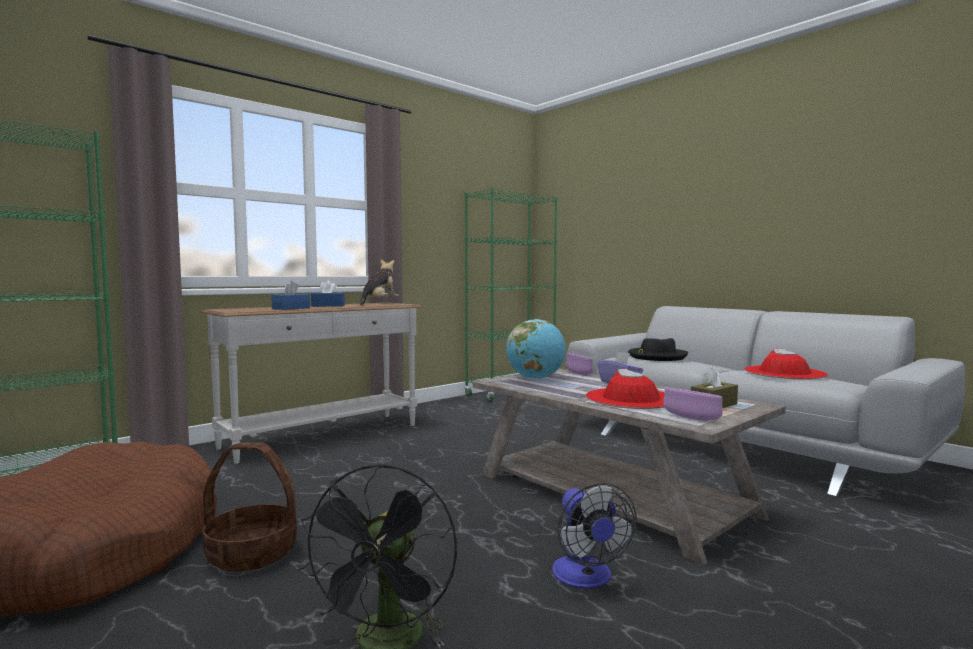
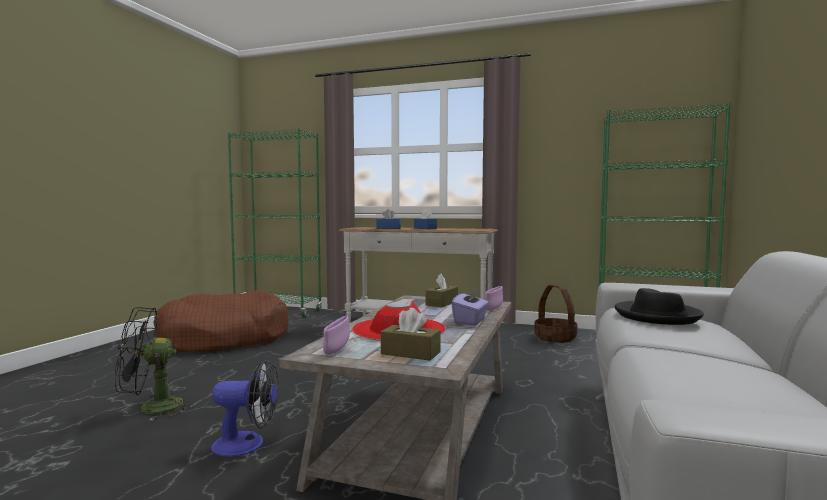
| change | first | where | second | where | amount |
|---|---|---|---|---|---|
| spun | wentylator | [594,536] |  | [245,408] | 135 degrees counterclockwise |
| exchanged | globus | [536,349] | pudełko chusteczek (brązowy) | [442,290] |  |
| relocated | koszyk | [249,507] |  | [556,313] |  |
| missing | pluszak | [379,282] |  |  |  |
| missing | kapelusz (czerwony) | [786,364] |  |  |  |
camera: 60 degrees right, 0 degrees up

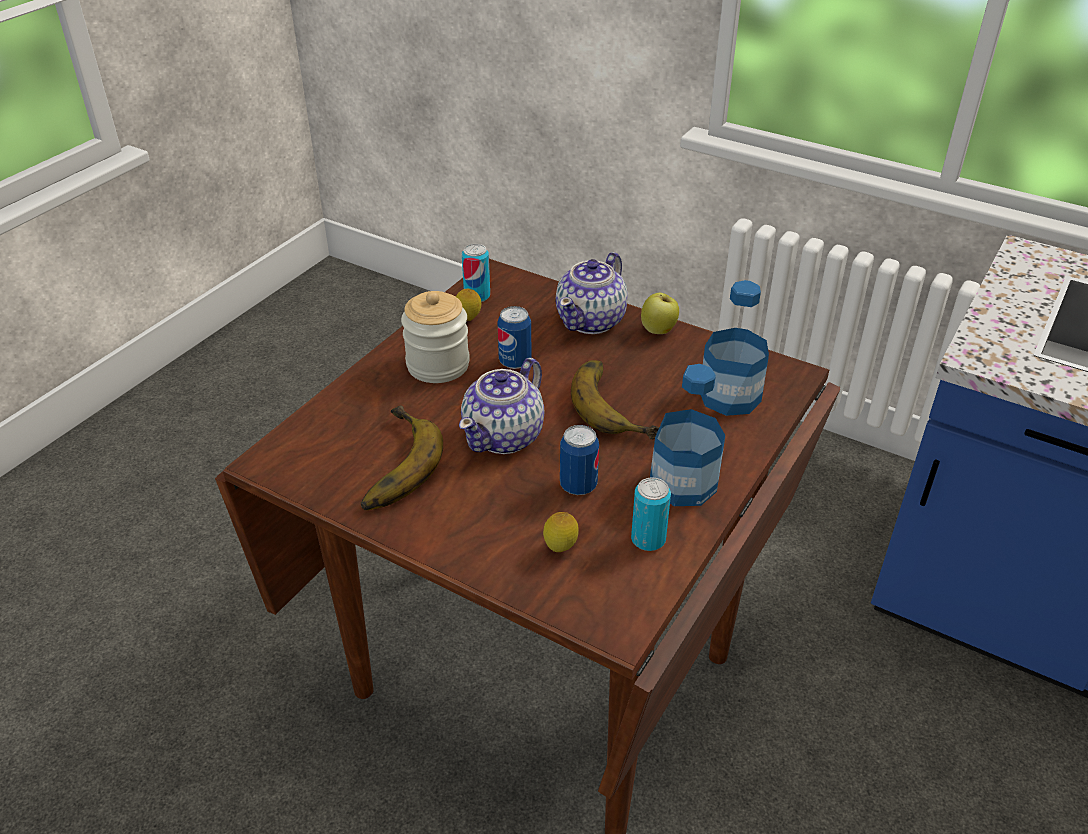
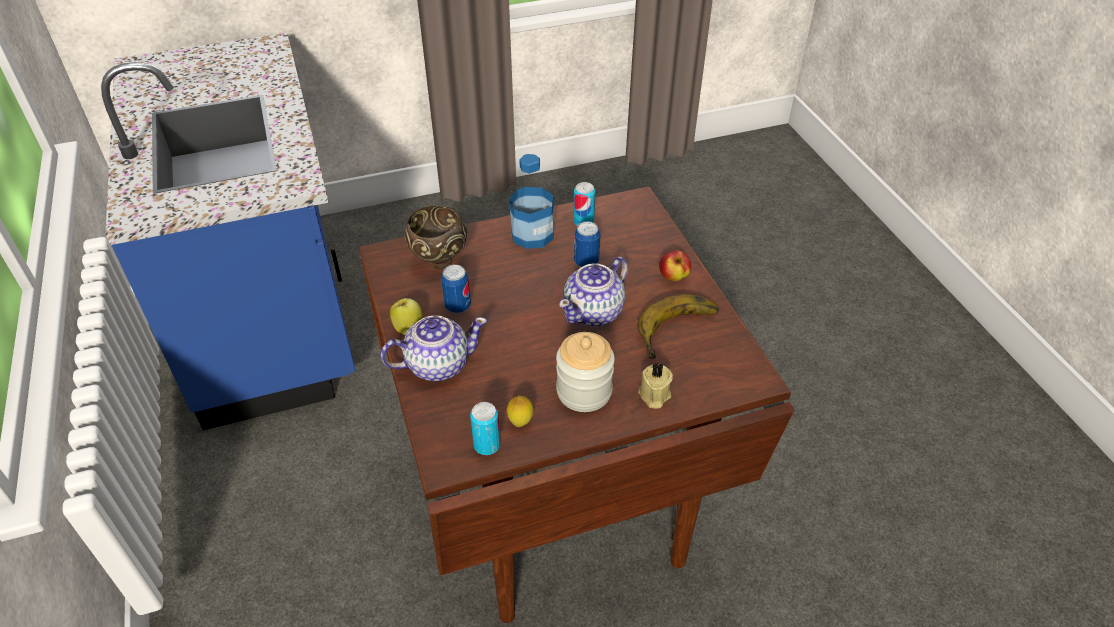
| change | first | where | second | where | amount |
|---|---|---|---|---|---|
| exchanged | butelka | [735,348] | miska (brązowy) | [436,237] |  |
| relocated | puszka | [515,337] |  | [456,289] |  |
| spun | imbryk | [501,406] |  | [593,291] | 150 degrees clockwise |
| appeared |  |  | świeca (beżowy) | [655,385] |  |
| appeared |  |  | jabłko | [675,265] |  |
| missing | cytryna | [561,532] |  |  |  |
| missing | banan | [615,399] |  |  |  |
camera: 140 degrees left, 5 degrees up

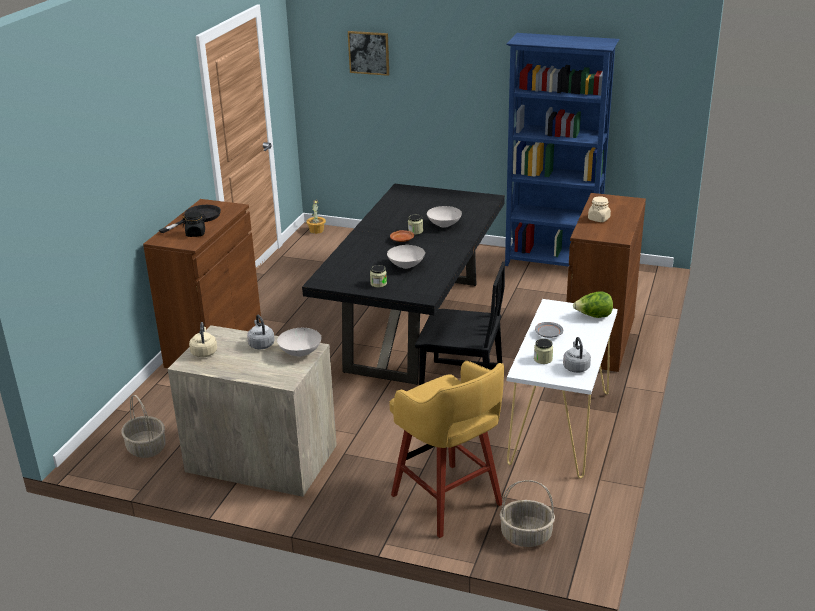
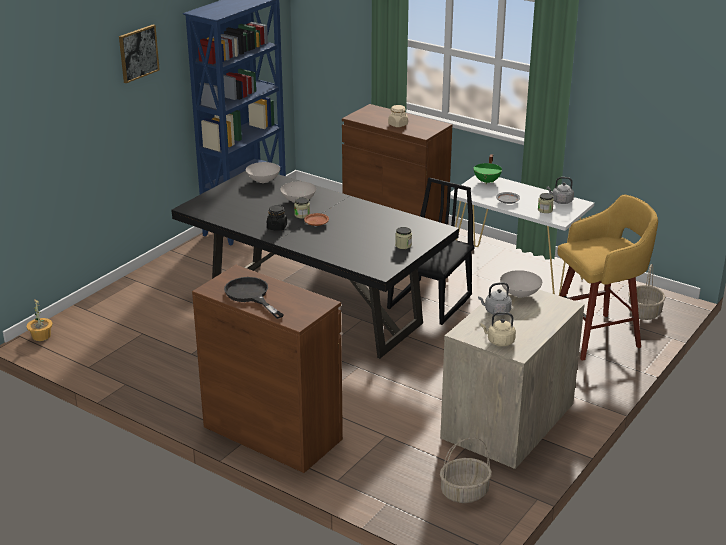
| change | first | where | second | where | amount |
|---|---|---|---|---|---|
| relocated | obraz | [368,53] |  | [139,54] |  |
| relocated | miska (biały) | [406,257] |  | [263,172] |  |
| relocated | słoik (czarny) | [194,224] |  | [277,218] |  |
| exchanged | sałata | [593,304] | garnek (zielony) | [487,169] |  |
camera: 75 degrees left, 0 degrees up

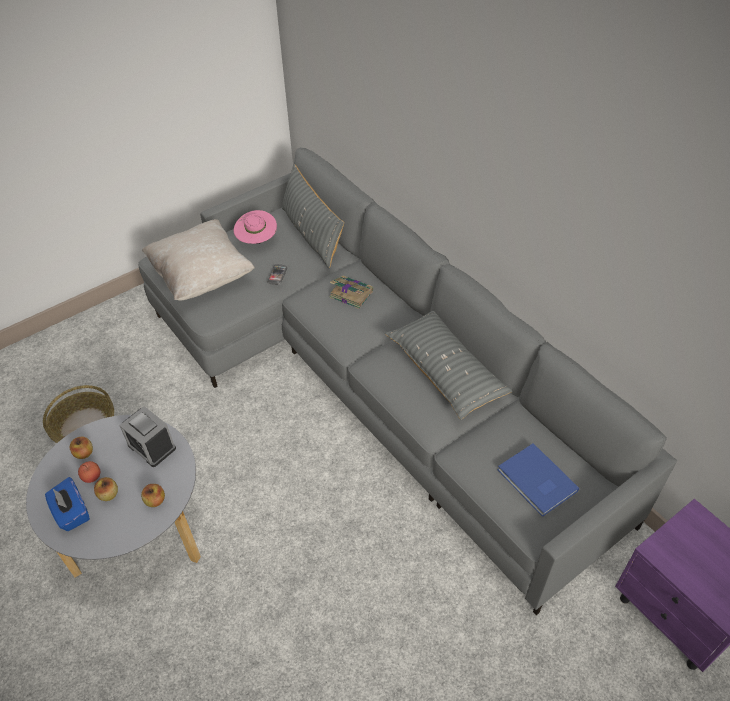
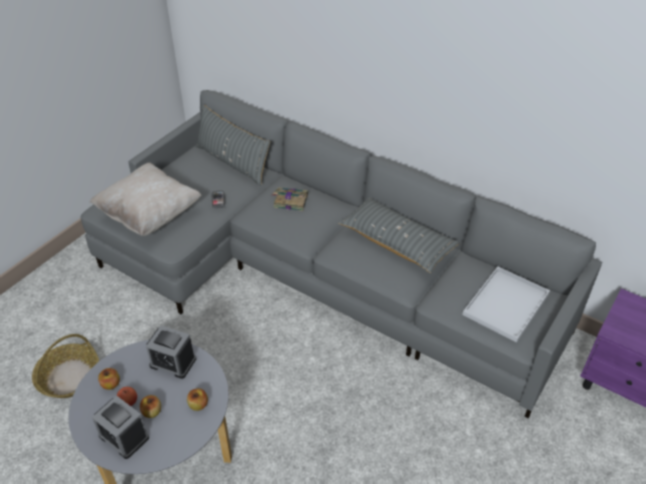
| change | first | where | second | where | amount |
|---|---|---|---|---|---|
| exchanged | pudełko chusteczek (niebieski) | [67,504] | budzik | [120,427] |  |
| exchanged | książka (niebieski) | [538,480] | taca (biały) | [506,304] |  |
| missing | kapelusz (różowy) | [255,227] |  |  |  |
camera: 20 degrees left, 5 degrees down

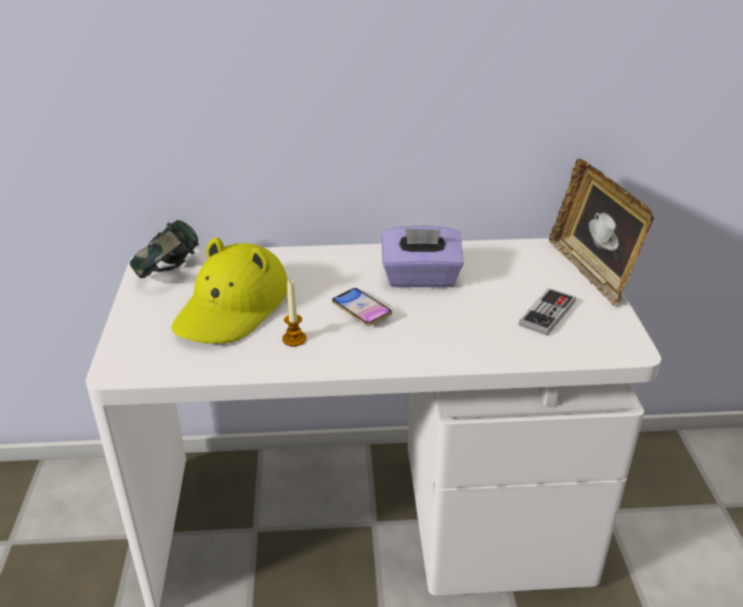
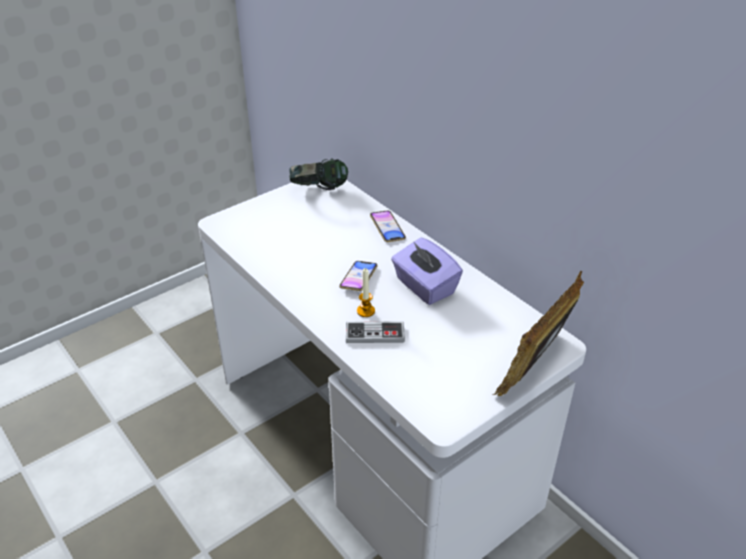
| change | first | where | second | where | amount |
|---|---|---|---|---|---|
| relocated | pad do gier | [547,311] |  | [375,332] |  |
| relocated | świeca | [294,312] |  | [366,292] |  |
| appeared |  |  | telefon | [388,226] |  |
| missing | kapelusz (żółty) | [229,290] |  |  |  |
camera: 55 degrees right, 5 degrees up

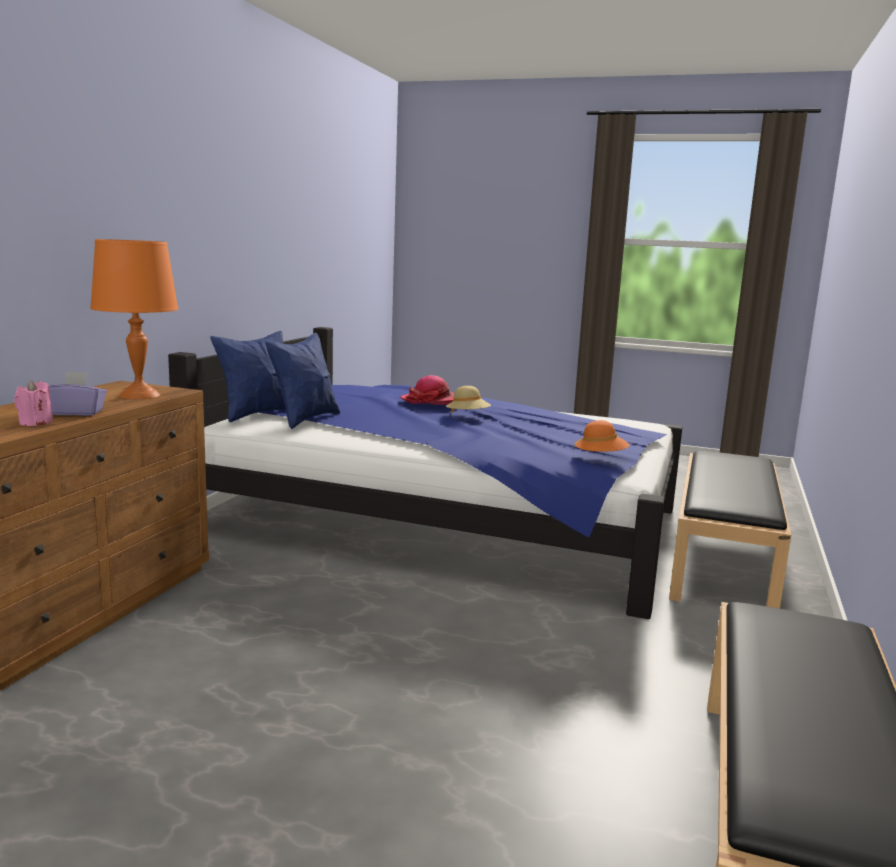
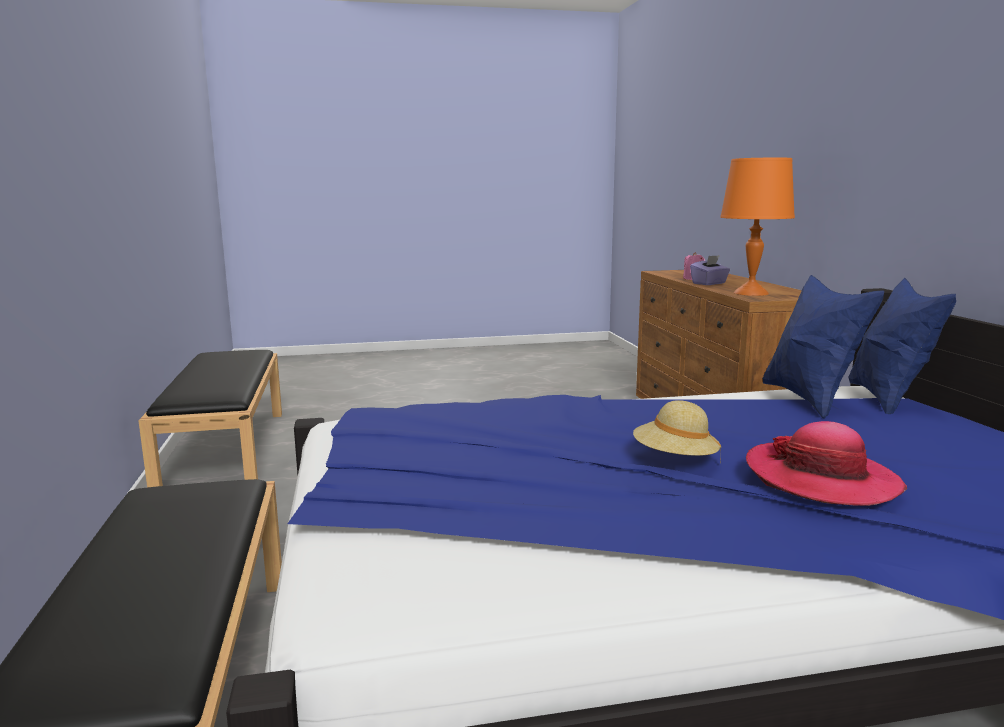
| change | first | where | second | where | amount |
|---|---|---|---|---|---|
| missing | kapelusz (pomarańczowy) | [601,437] |  |  |  |
camera: 150 degrees right, 0 degrees up

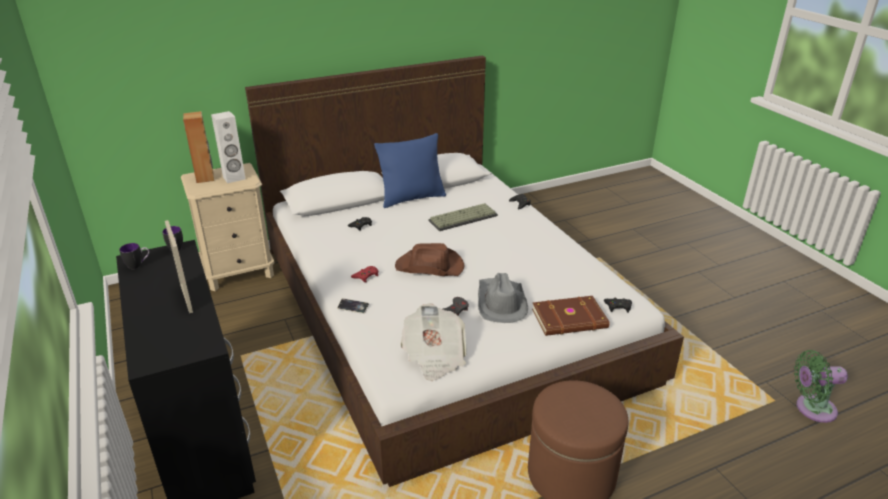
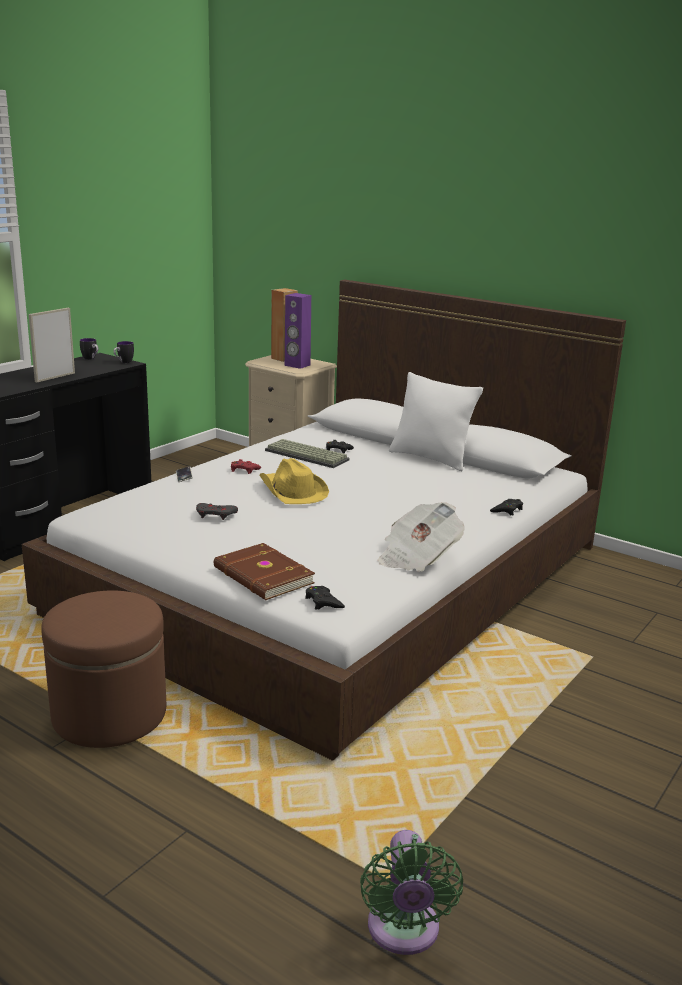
| change | first | where | second | where | amount |
|---|---|---|---|---|---|
| colour | kapelusz (brązowy) | [429,259] | kapelusz (żółty) | [294,481] |  |
| relocated | klawiatura | [463,217] |  | [307,453] |  |
| colour | głośnik (biały) | [228,147] | głośnik (fioletowy) | [298,331] |  |
| spun | wentylator (zielony) | [821,386] |  | [411,892] | 150 degrees counterclockwise |
| relocated | gazeta | [433,342] |  | [421,537] |  |
| colour | poduszka (niebieski) | [410,170] | poduszka (biały) | [436,421] |  |
| missing | kapelusz (szary) | [503,298] |  |  |  |
camera: 60 degrees right, 10 degrees down

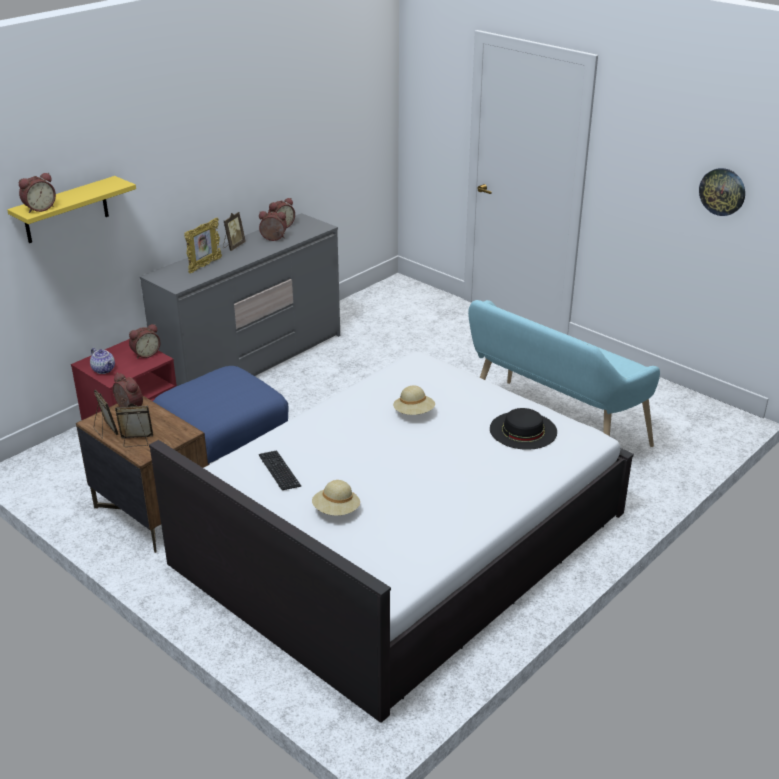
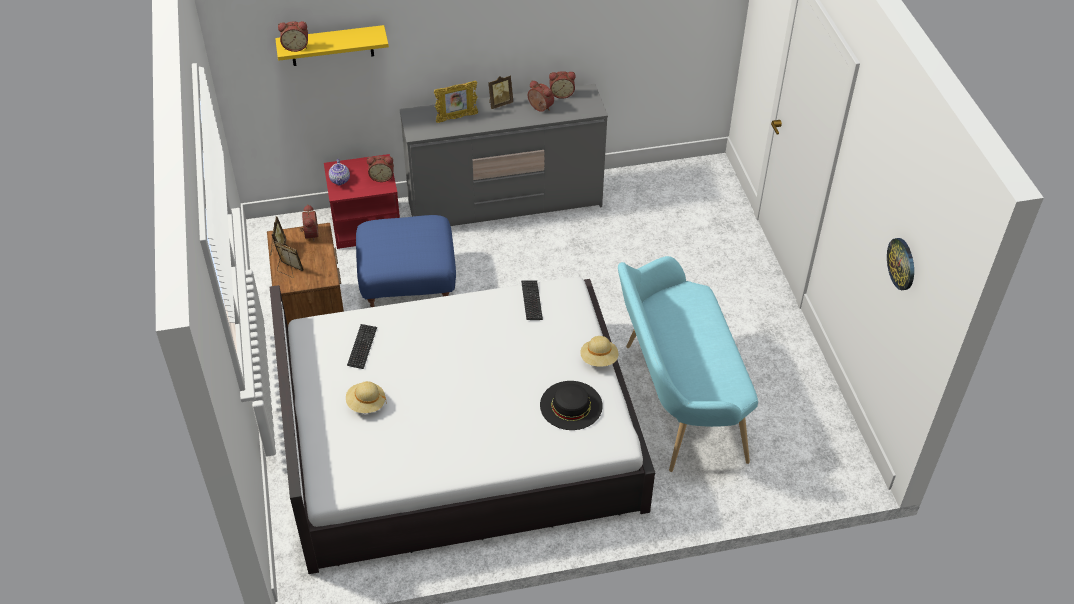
| change | first | where | second | where | amount |
|---|---|---|---|---|---|
| appeared |  |  | klawiatura | [532,300] |  |
| relocated | kapelusz (beżowy) | [414,400] |  | [599,351] |  |
camera: 35 degrees right, 15 degrees up

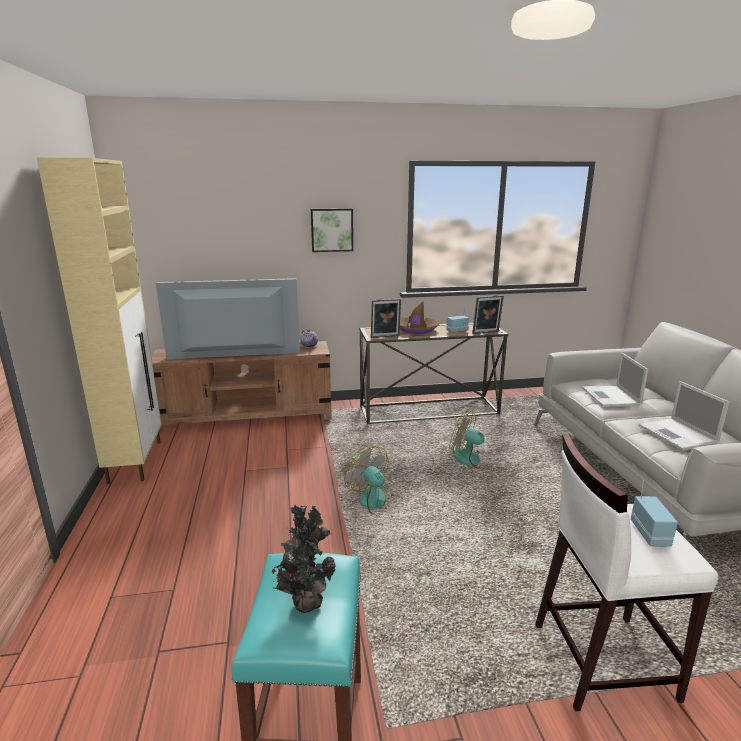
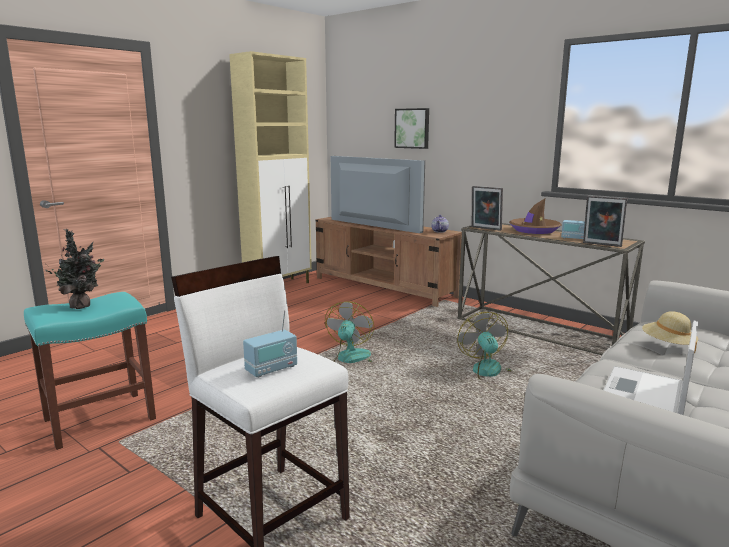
| change | first | where | second | where | amount |
|---|---|---|---|---|---|
| relocated | obraz | [332,230] |  | [411,128] |  |
| exchanged | laptop | [615,380] | kapelusz (beżowy) | [670,332] |  |
camera: 50 degrees right, 5 degrees down

